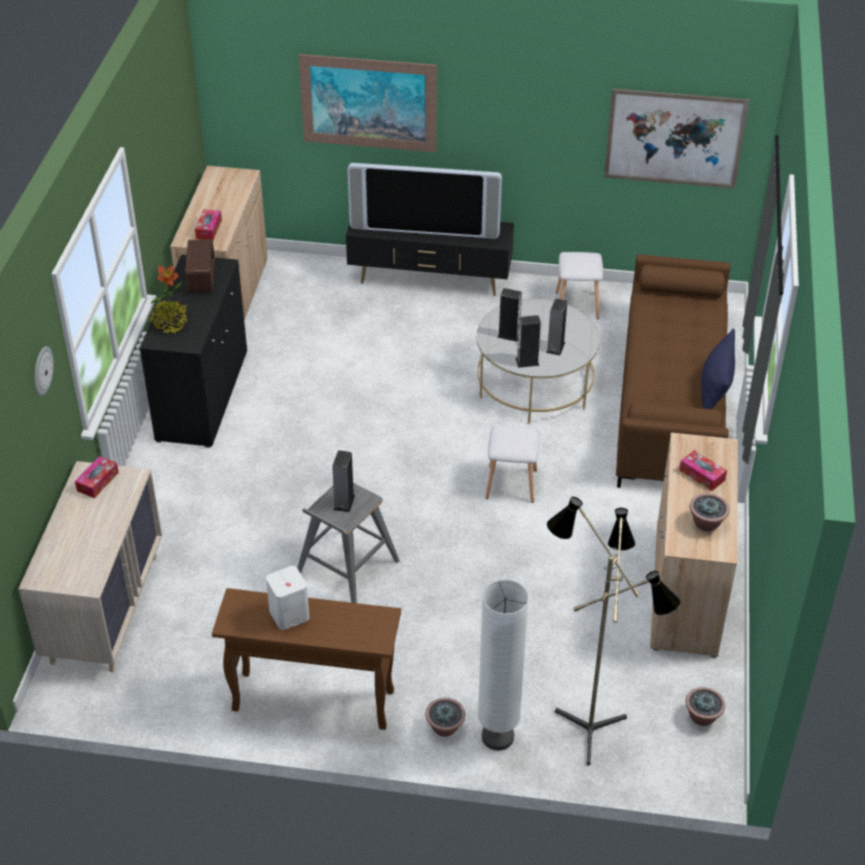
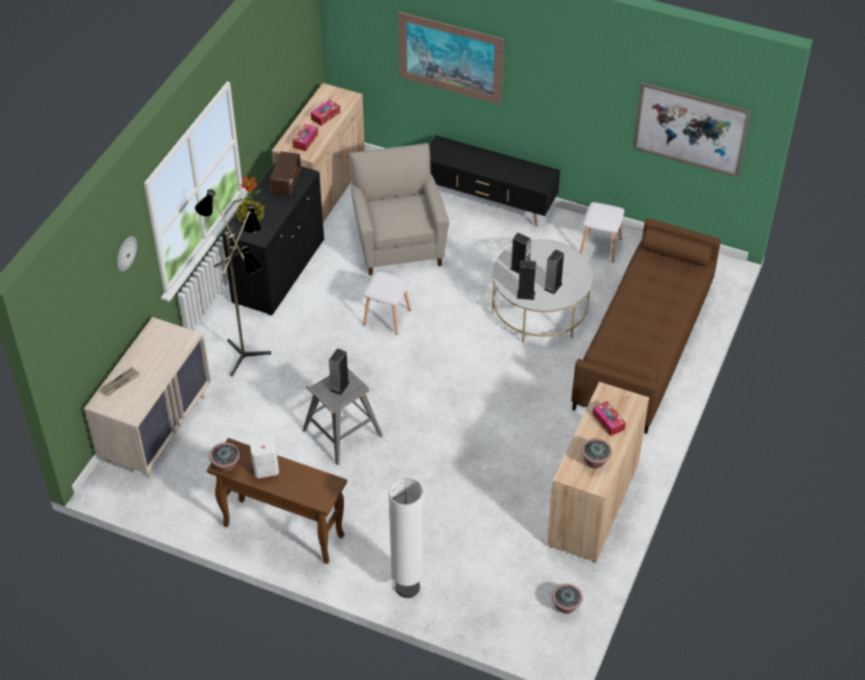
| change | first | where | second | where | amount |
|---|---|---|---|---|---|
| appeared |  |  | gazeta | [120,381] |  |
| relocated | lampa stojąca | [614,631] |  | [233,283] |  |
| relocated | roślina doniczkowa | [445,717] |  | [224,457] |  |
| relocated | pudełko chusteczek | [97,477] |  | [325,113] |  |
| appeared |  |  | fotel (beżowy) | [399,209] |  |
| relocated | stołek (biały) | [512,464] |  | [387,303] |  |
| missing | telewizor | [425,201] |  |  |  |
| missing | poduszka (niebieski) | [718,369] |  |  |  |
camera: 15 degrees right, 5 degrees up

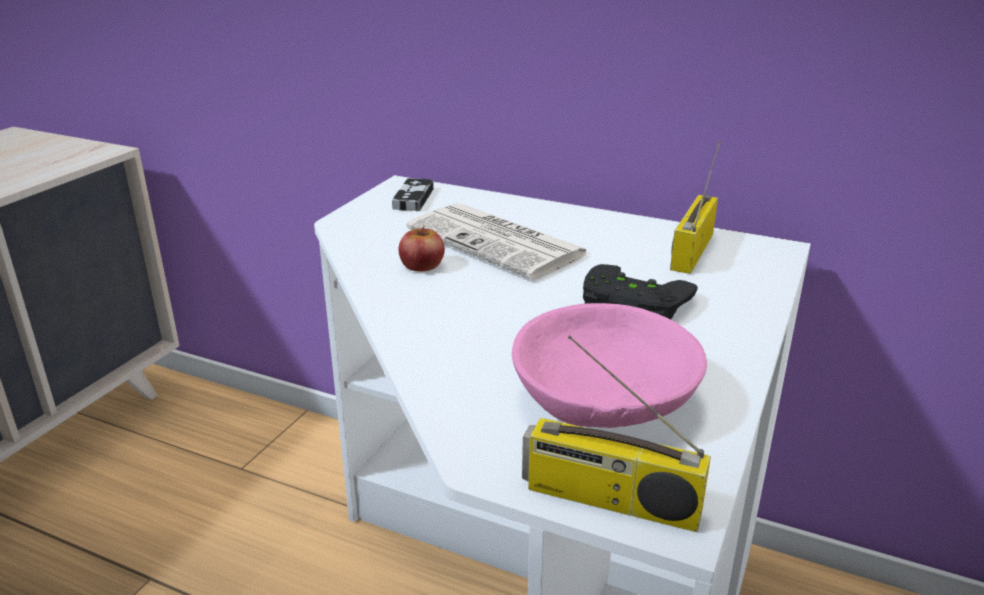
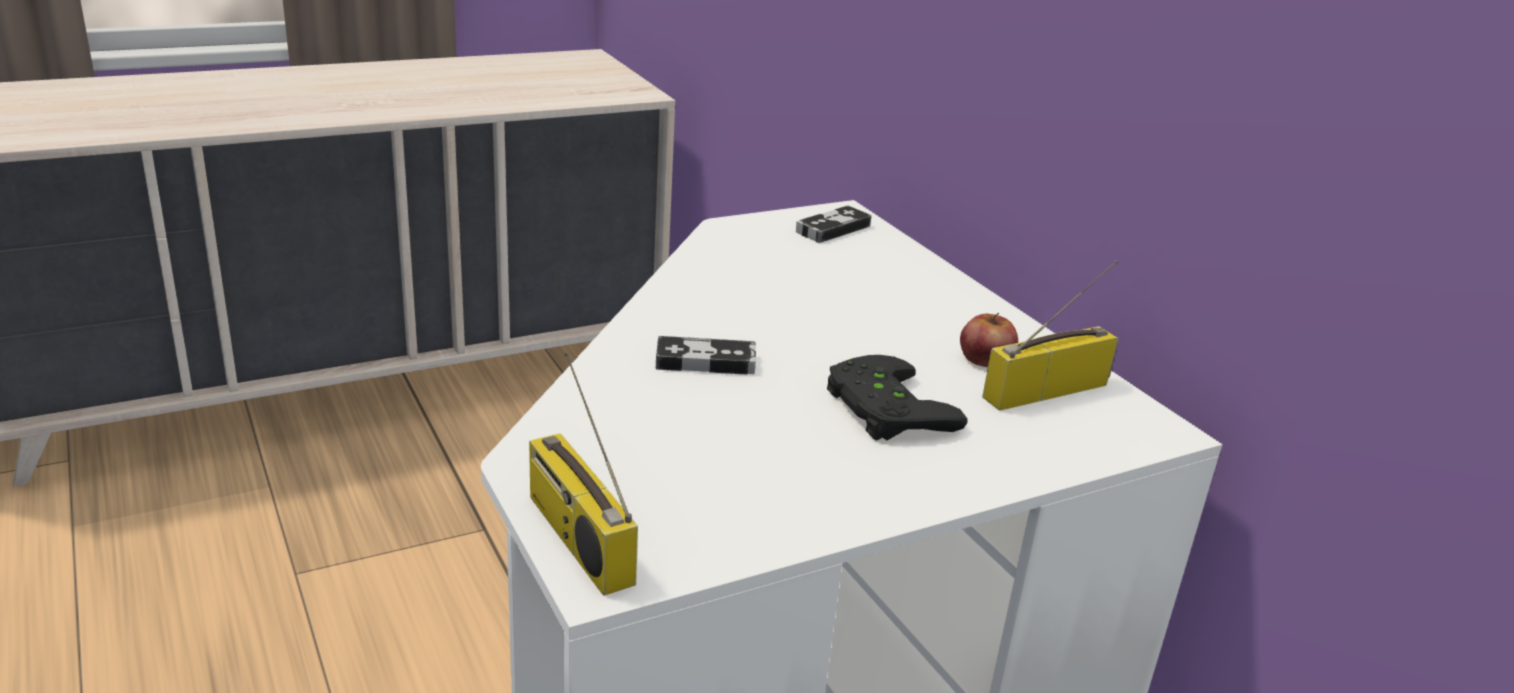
| change | first | where | second | where | amount |
|---|---|---|---|---|---|
| appeared |  |  | pad do gier | [706,355] |  |
| relocated | jabłko | [422,248] |  | [989,340] |  |
| missing | gazeta | [498,241] |  |  |  |
| missing | miska (różowy) | [609,365] |  |  |  |
camera: 35 degrees right, 0 degrees up

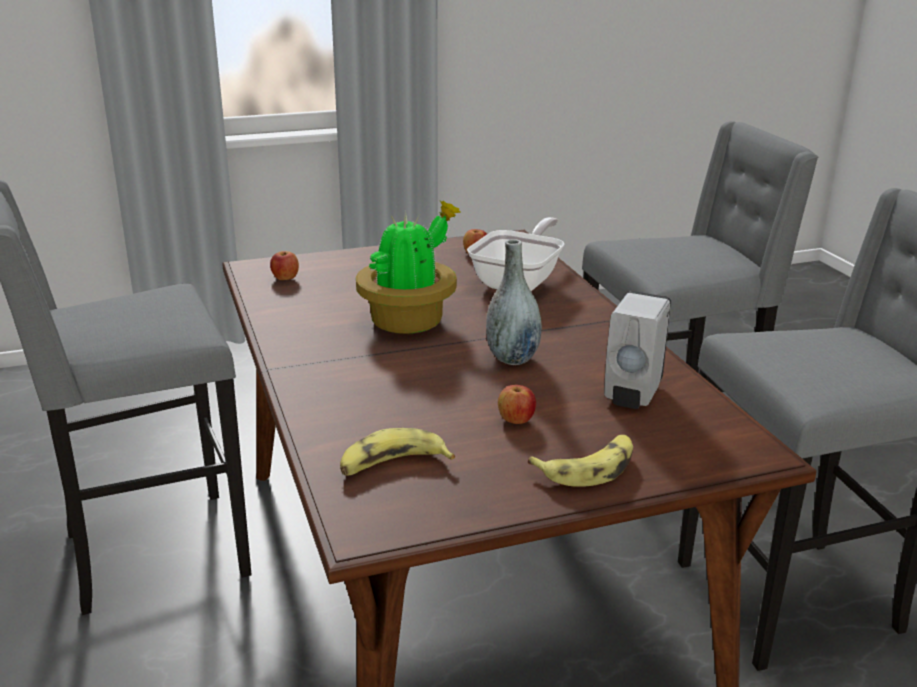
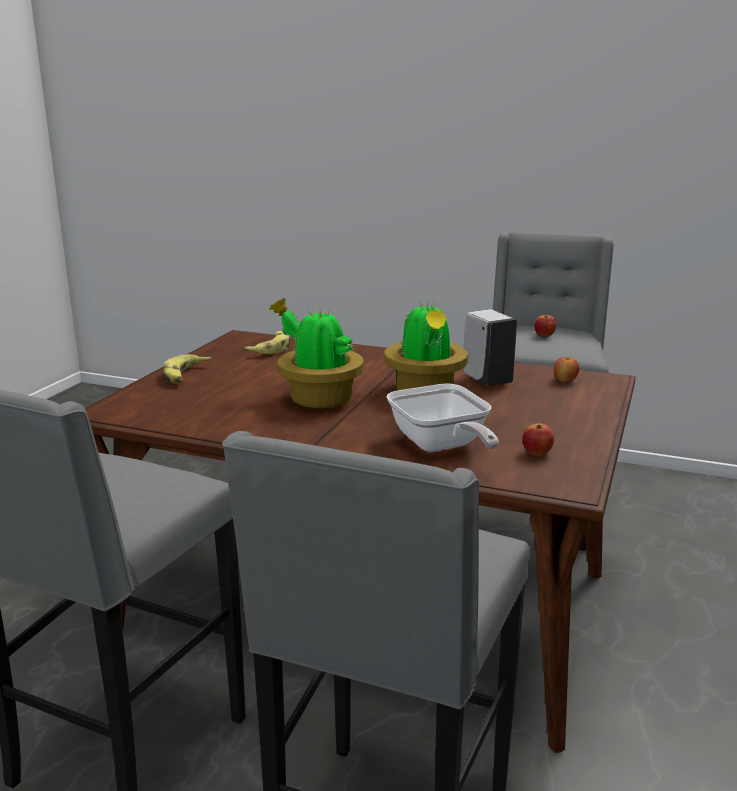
| change | first | where | second | where | amount |
|---|---|---|---|---|---|
| exchanged | wazon (szary) | [514,302] | roślina doniczkowa | [316,353] |  |
| relocated | dozownik mydła (biały) | [637,350] |  | [490,347] |  |
| relocated | jabłko | [517,404] |  | [545,326] |  |
camera: 130 degrees right, 5 degrees down

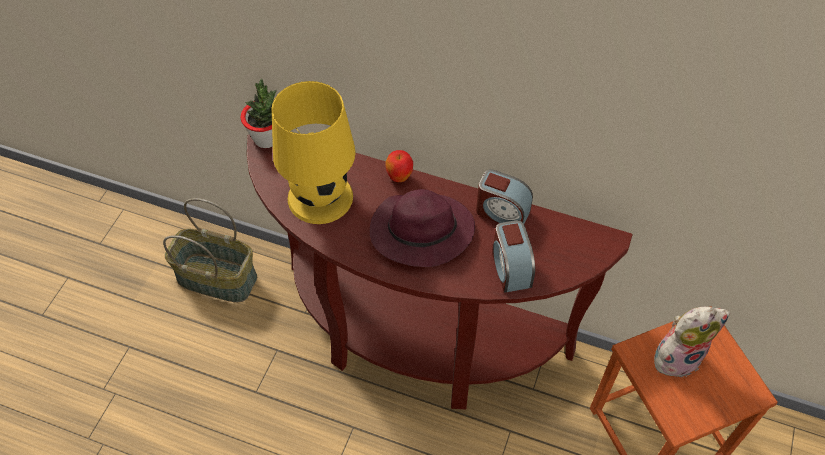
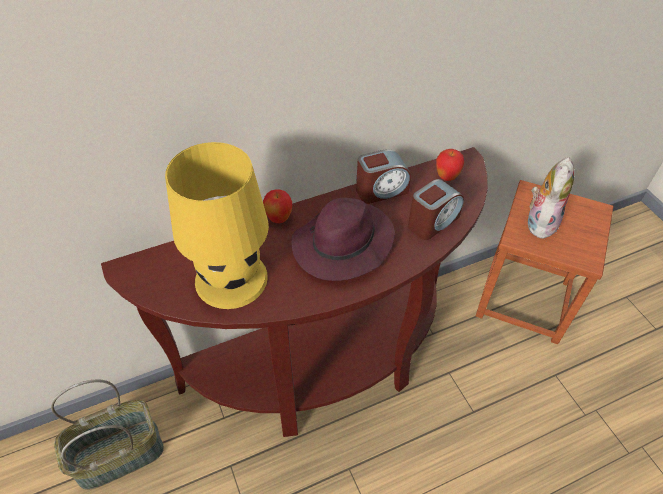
| change | first | where | second | where | amount |
|---|---|---|---|---|---|
| spun | budzik | [513,256] |  | [436,209] | 75 degrees counterclockwise |
| appeared |  |  | jabłko | [450,165] |  |
| missing | roślina doniczkowa | [259,113] |  |  |  |
camera: 45 degrees left, 5 degrees down

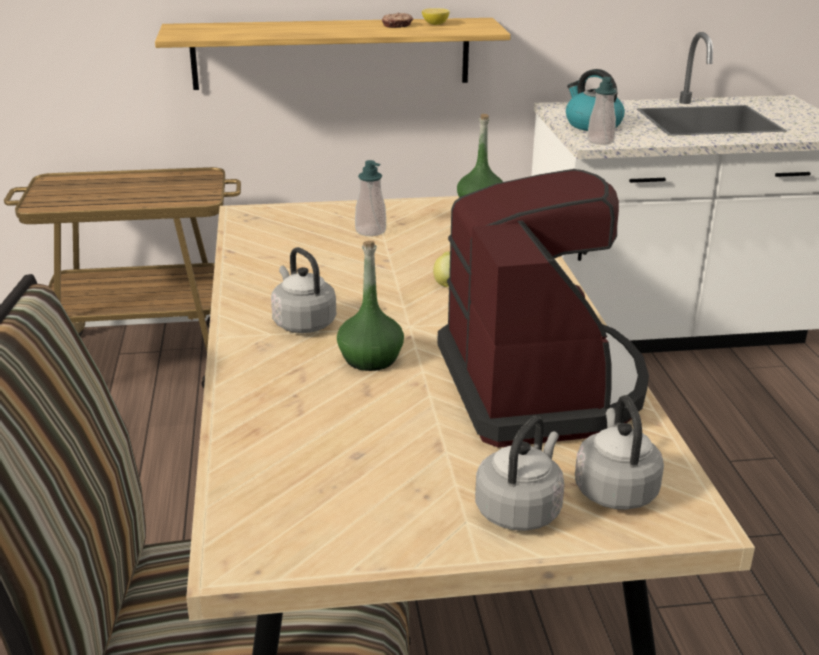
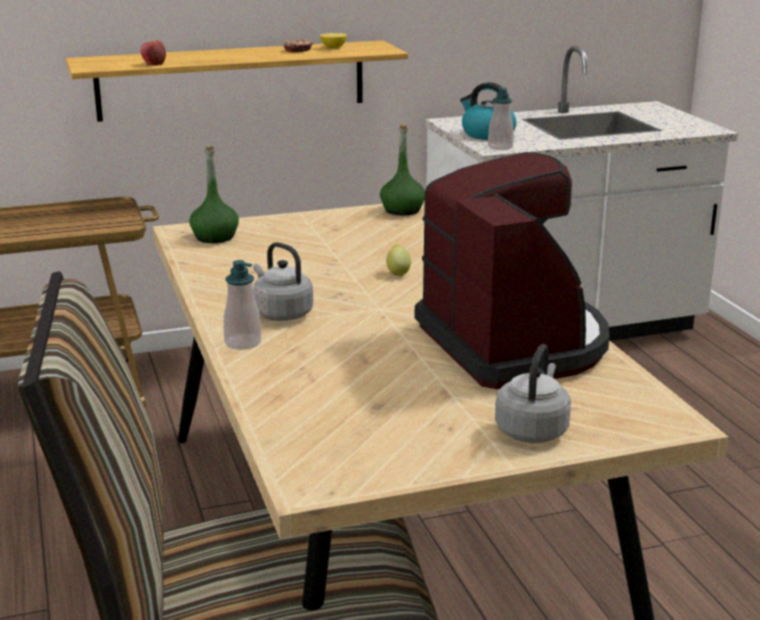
| change | first | where | second | where | amount |
|---|---|---|---|---|---|
| appeared |  |  | jabłko | [153,52] |  |
| relocated | butelka (zielony) | [370,306] |  | [214,194] |  |
| relocated | dozownik mydła | [370,198] |  | [242,305] |  |
| missing | czajnik (szary) | [619,452] |  |  |  |
camera: 10 degrees left, 5 degrees down

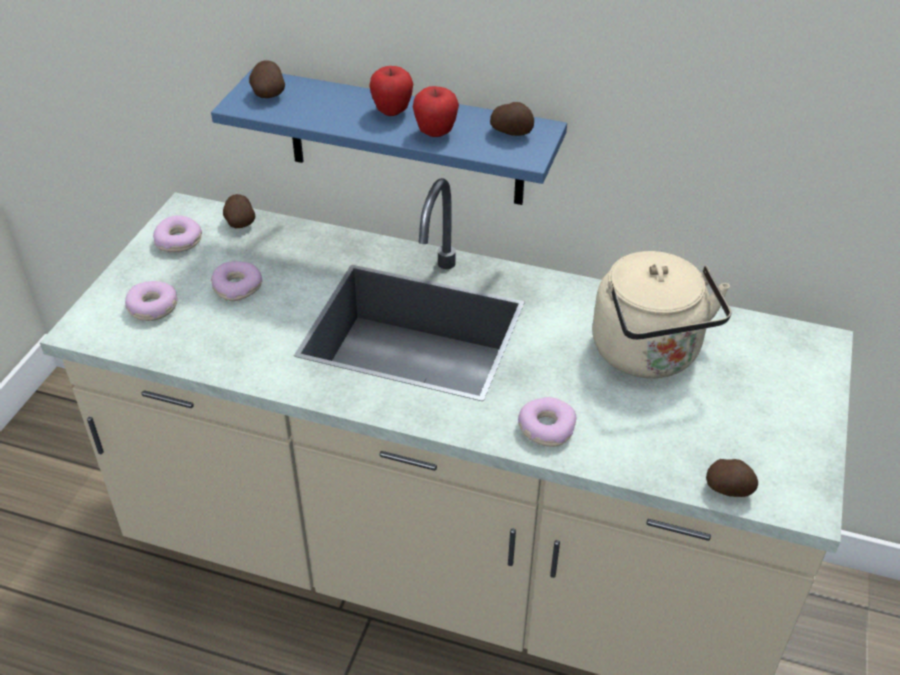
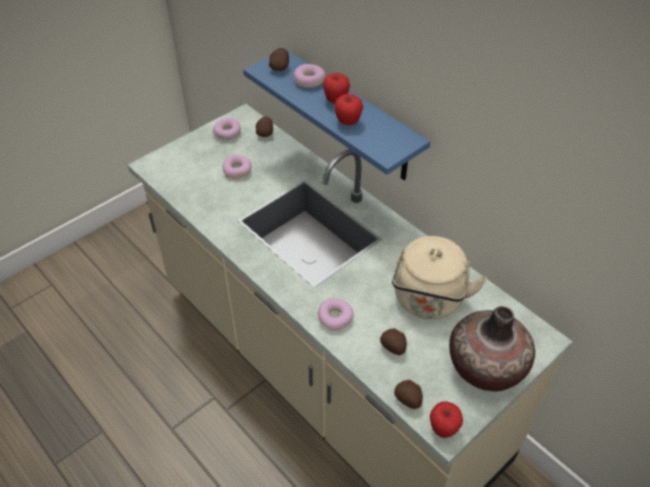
| change | first | where | second | where | amount |
|---|---|---|---|---|---|
| relocated | donut | [151,301] |  | [309,76] |  |
| relocated | ziemniak | [512,119] |  | [393,341] |  |
| appeared |  |  | jabłko | [446,420] |  |
| appeared |  |  | wazon | [492,348] |  |
camera: 30 degrees right, 5 degrees up

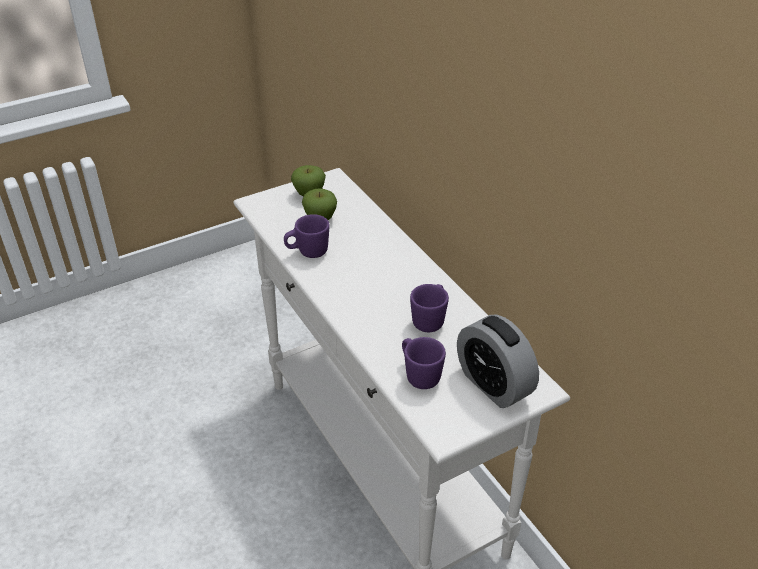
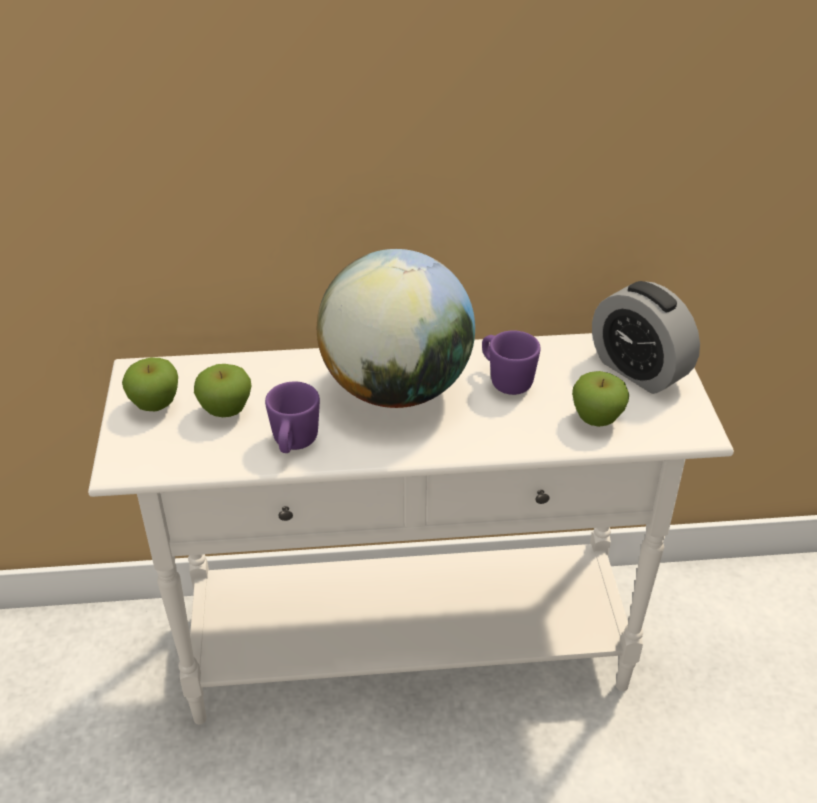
| change | first | where | second | where | amount |
|---|---|---|---|---|---|
| appeared |  |  | globus | [396,328] |  |
| exchanged | kubek (fioletowy) | [424,363] | jabłko | [600,399] |  |
| spun | budzik | [498,361] |  | [646,337] | 60 degrees clockwise |
camera: 65 degrees left, 0 degrees up

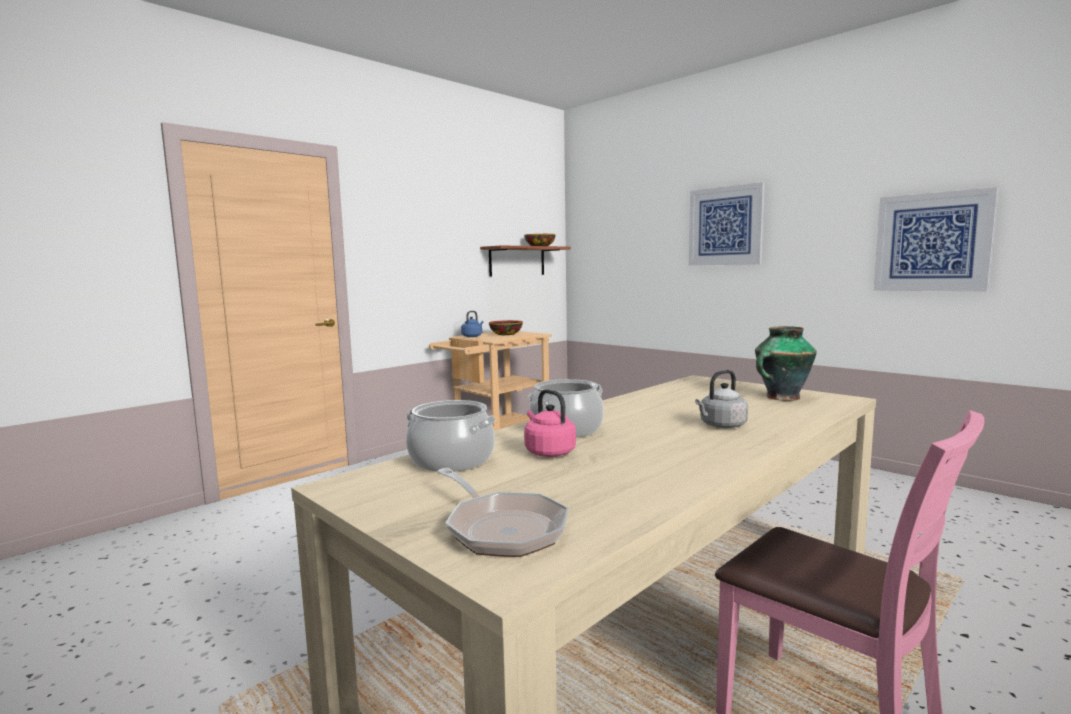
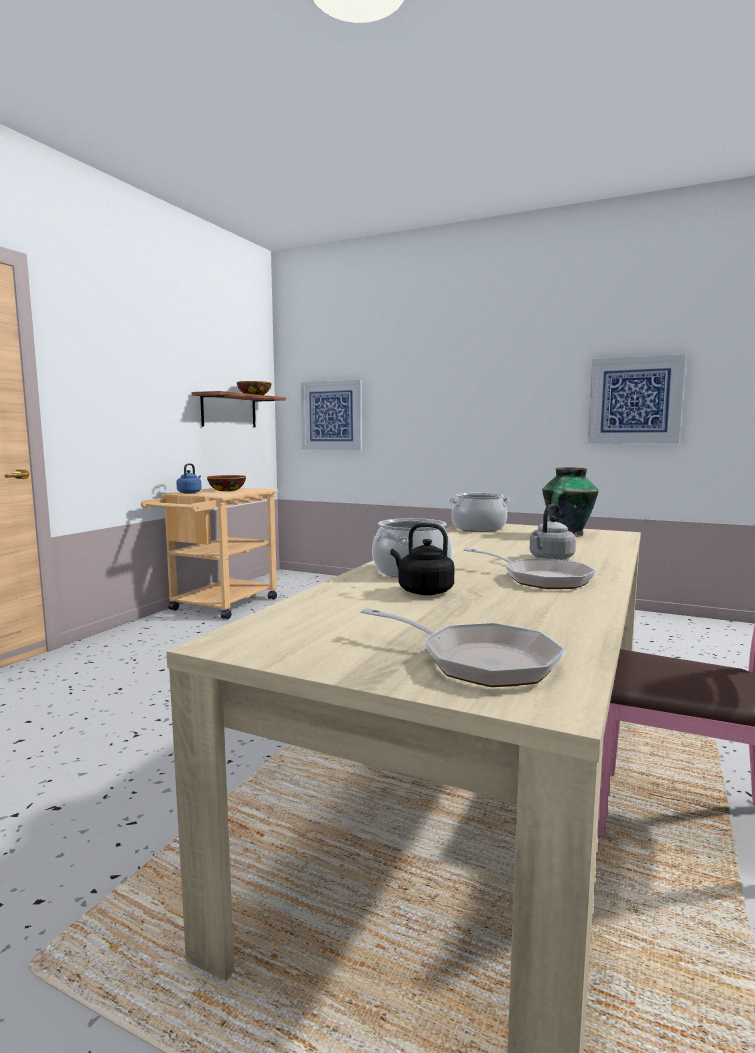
| change | first | where | second | where | amount |
|---|---|---|---|---|---|
| relocated | obraz | [727,224] |  | [331,415] |  |
| colour | czajnik (różowy) | [550,423] | czajnik (czarny) | [422,559] |  |
| relocated | garnek | [451,435] |  | [480,512] |  |
| appeared |  |  | patelnia | [530,568] |  |
camera: 20 degrees left, 0 degrees up

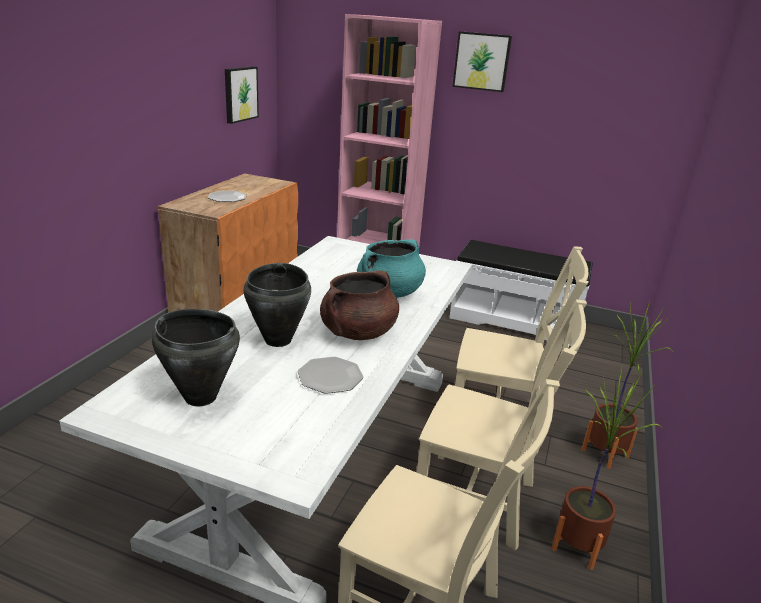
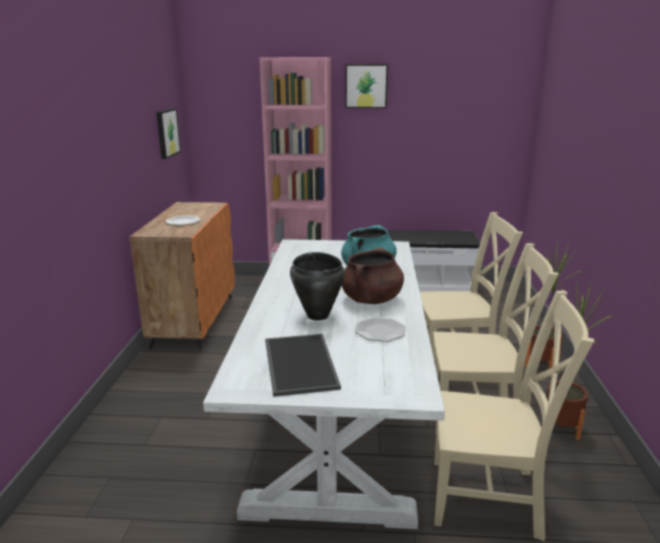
| change | first | where | second | where | amount |
|---|---|---|---|---|---|
| exchanged | garnek (czarny) | [196,357] | taca | [303,365] |  |
camera: 15 degrees left, 5 degrees down

